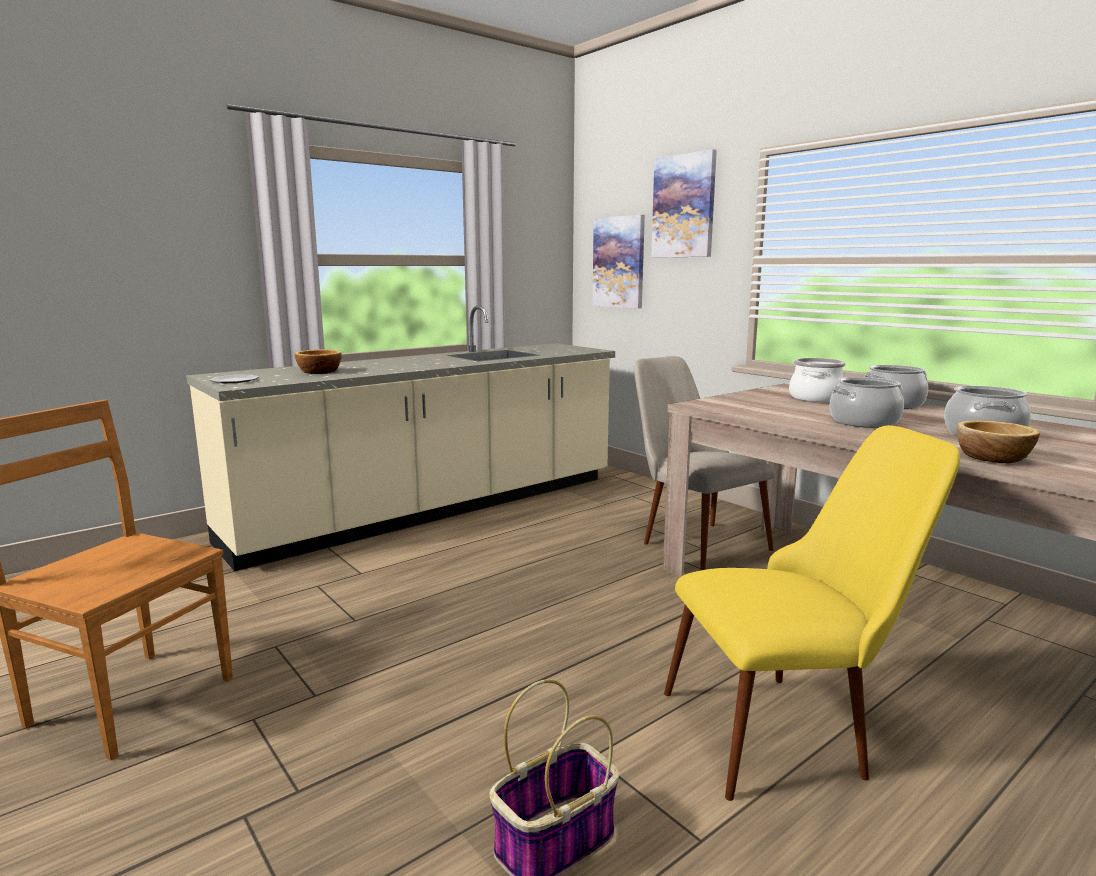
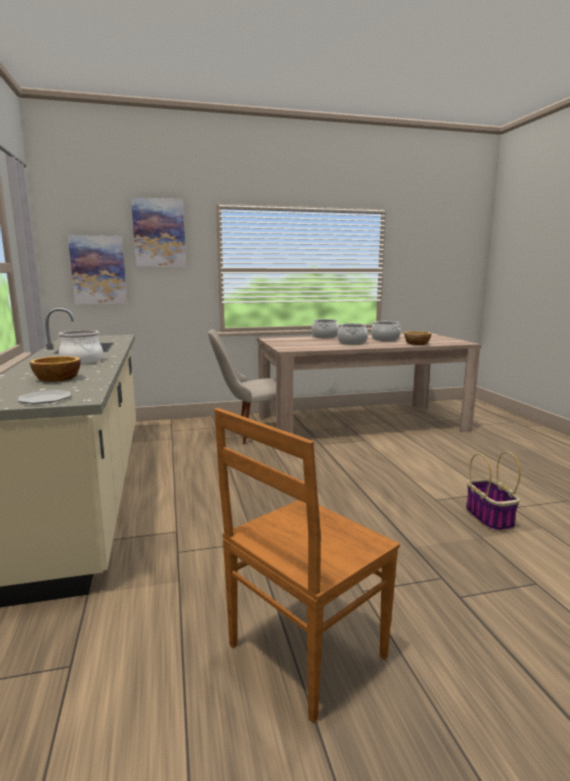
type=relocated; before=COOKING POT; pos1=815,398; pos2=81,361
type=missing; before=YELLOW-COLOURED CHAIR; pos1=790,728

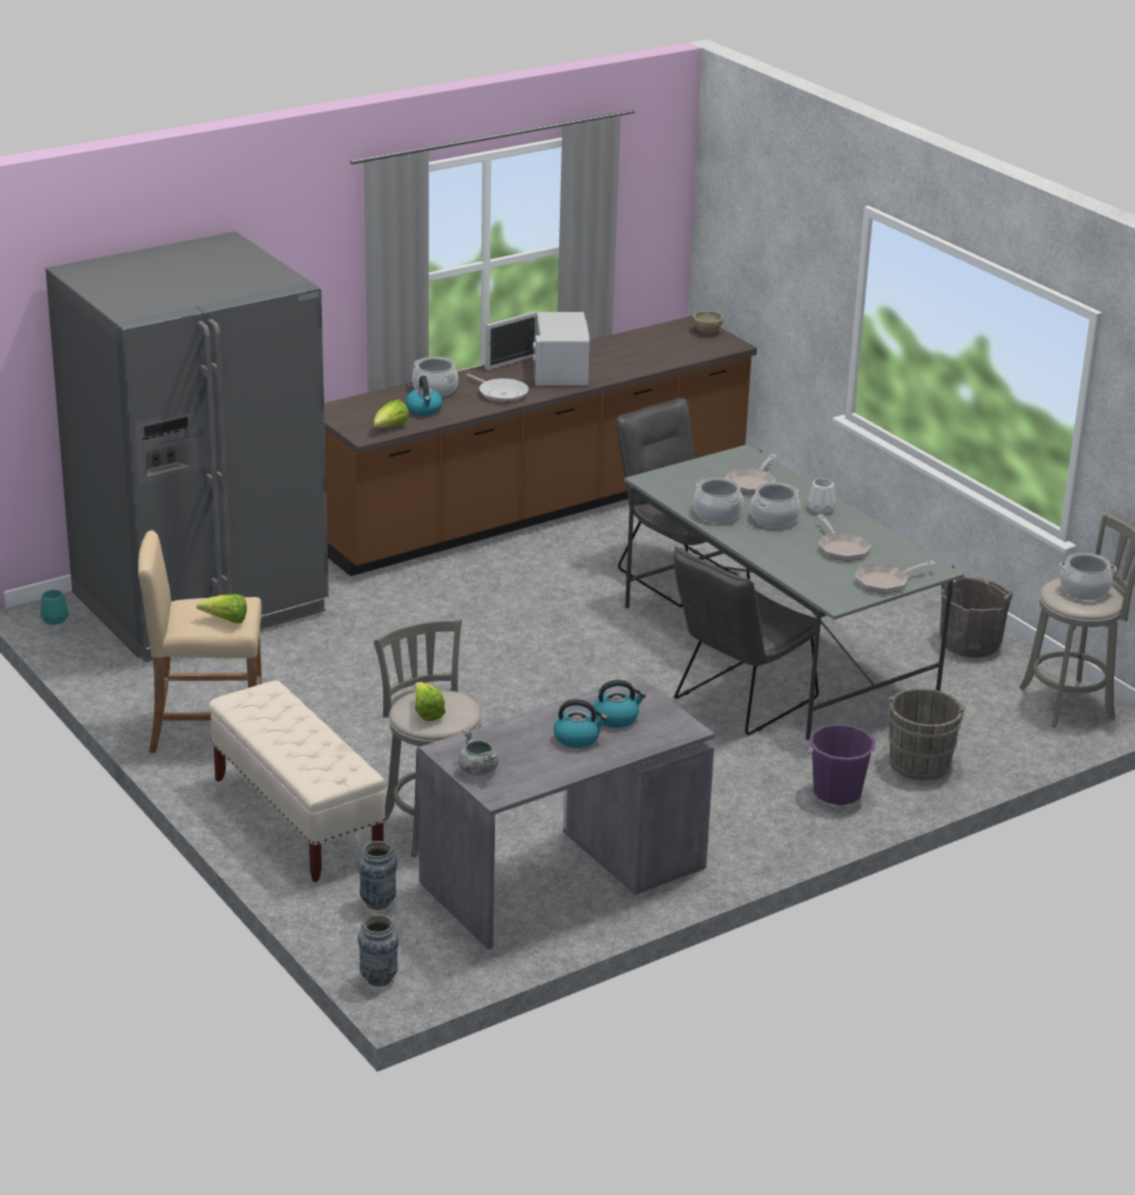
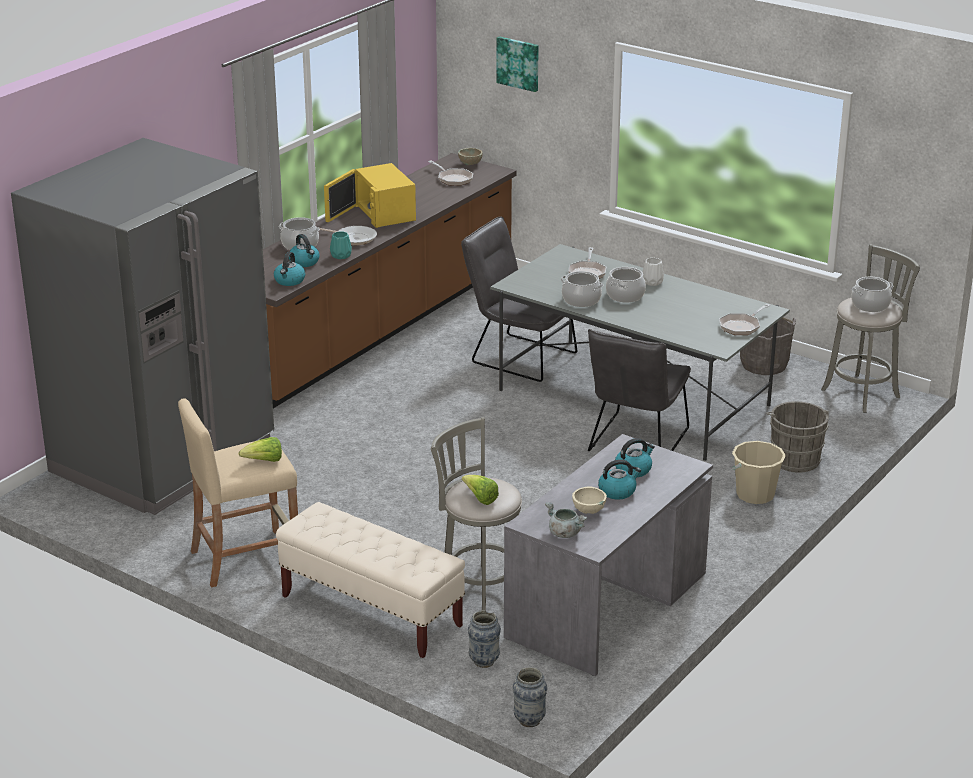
type=exchanged; before=LETTUCE HEAD; after=WATER KETTLE; pos1=390,427; pos2=289,281
type=colour; before=WHITE-COLOURED MICROWAVE OVEN; after=YELLOW-COLOURED MICROWAVE OVEN; pos1=555,370; pos2=381,213
type=relocated; before=TURQUOISE-COLOURED VASE; pos1=54,619; pos2=340,256
type=relocated; before=SKILLET; pos1=841,548; pos2=453,179
type=appeared; after=PICTURE; pos2=518,63
type=appeared; after=SAND-COLOURED DEEP DISH; pos2=588,511
type=colour; before=PURPLE-COLOURED WATER BUCKET; after=SAND-COLOURED WATER BUCKET; pos1=837,793; pos2=755,495

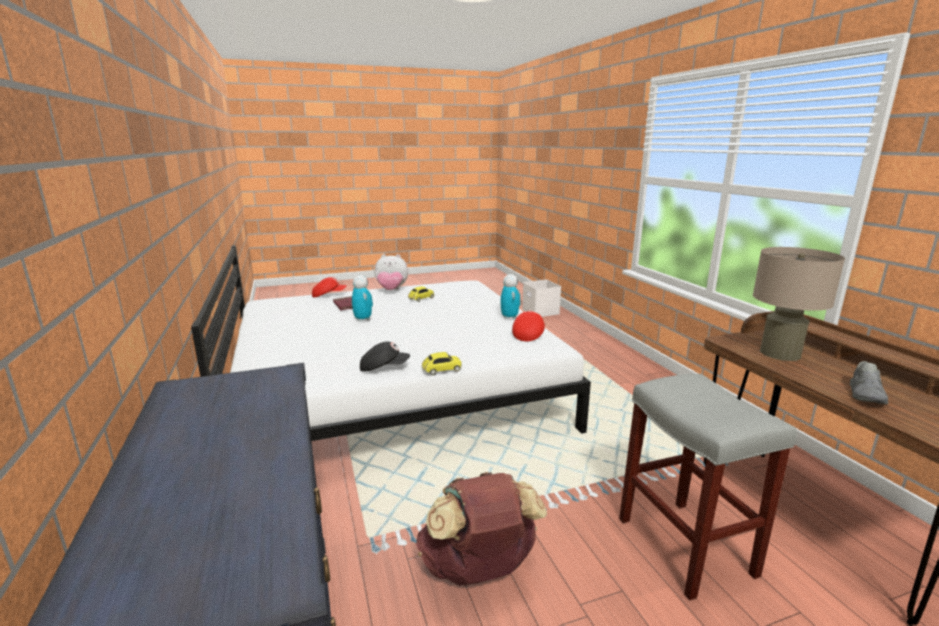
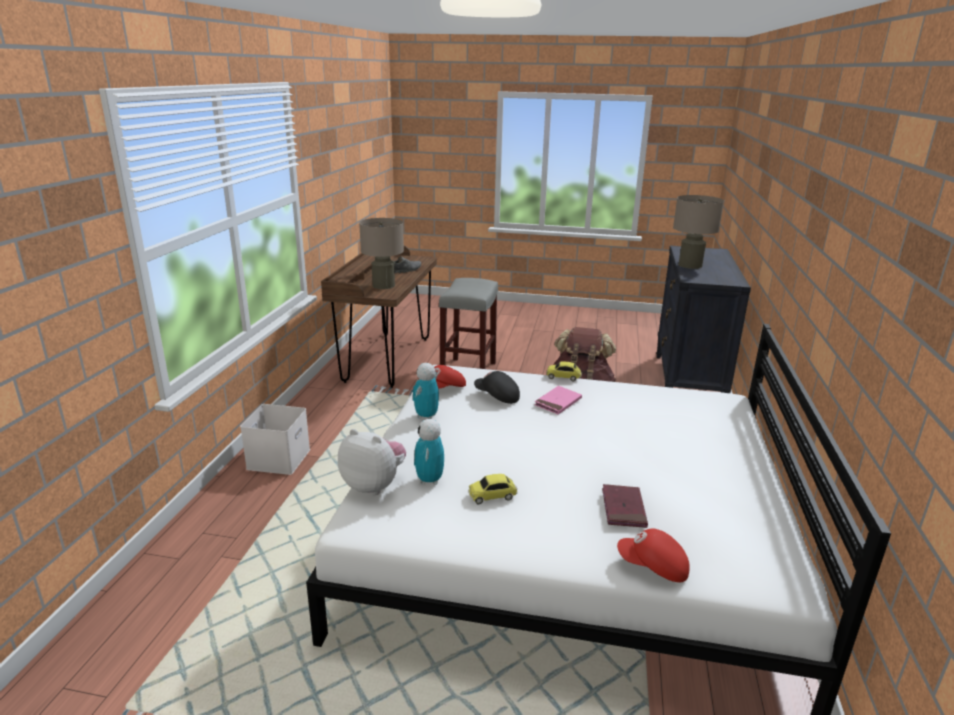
type=relocated; before=WHITE-COLOURED STORAGE BIN; pos1=541,311; pos2=278,458
type=relocated; before=SOFT TOY; pos1=391,290; pos2=374,485
type=relocated; before=MODEL ROBOT; pos1=363,319; pos2=429,480
type=relocated; before=BLACK-COLOURED PEAKED CAP; pos1=384,368; pos2=497,396
type=appeared; after=PINKISH VOLUME; pos2=558,402
type=appeared; after=SAND-COLOURED LAMP FOR A TABLE; pos2=690,265

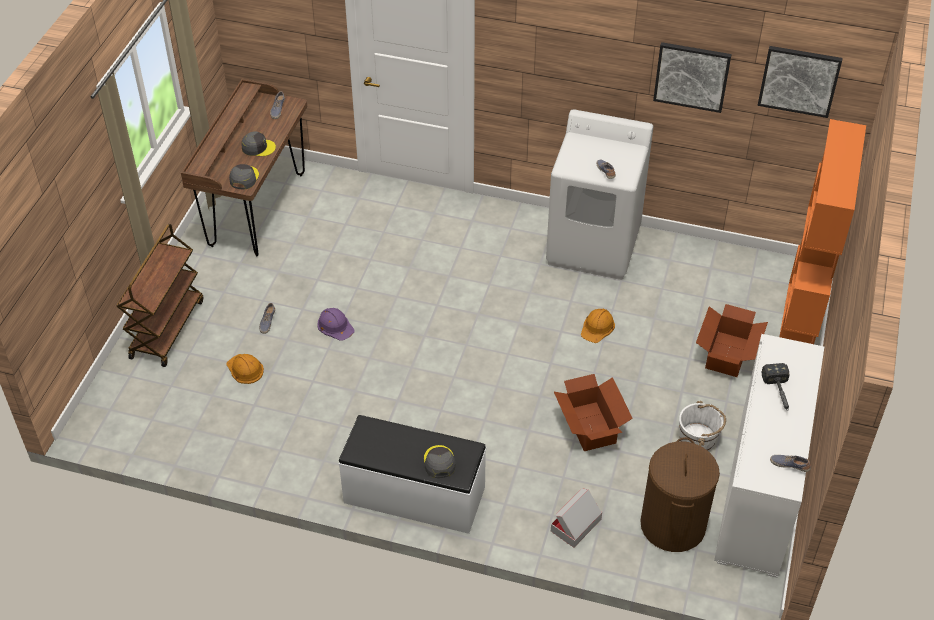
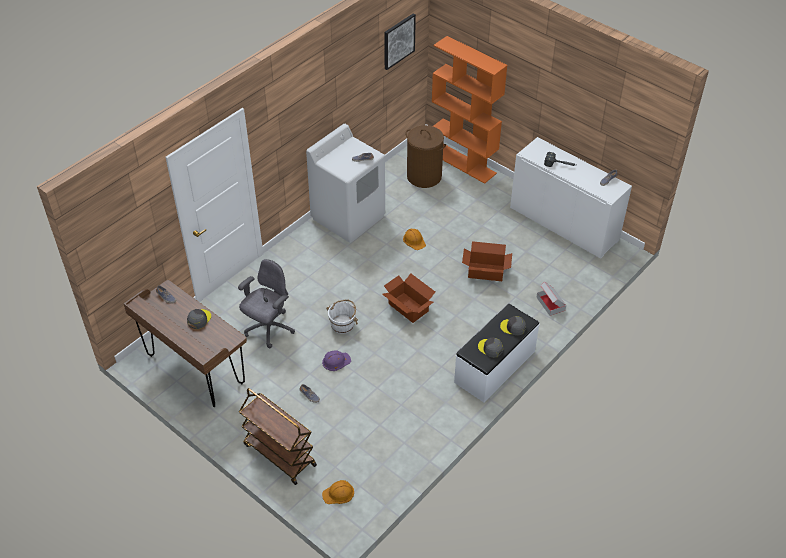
type=appeared; after=GRAY COMPUTER CHAIR; pos2=269,329
type=relocated; before=ORANGEY HARD HAT; pos1=245,369; pos2=338,493
type=relocated; before=WHITE-COLOURED WATER BUCKET; pos1=698,439; pos2=343,324
type=relocated; before=CARDBOARD BOX; pos1=726,354; pos2=408,308
type=relocated; before=BROWN-COLOURED LAUNDRY BASKET; pos1=673,525; pos2=424,176
type=relocated; before=GRAY PEAKED CAP; pos1=244,178; pos2=490,348
type=missing; before=PICTURE; pos1=691,76

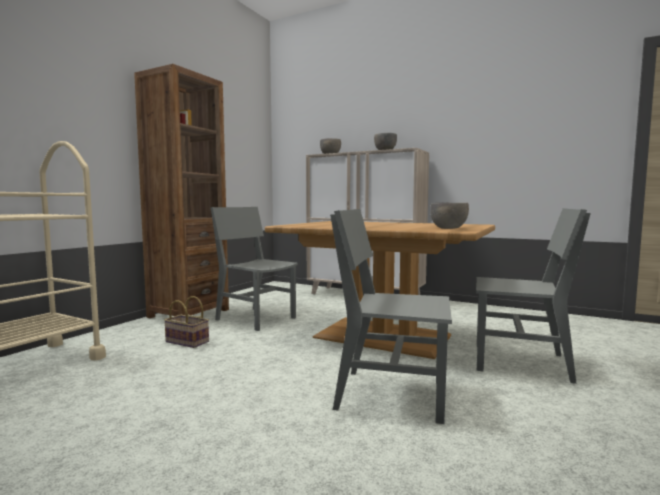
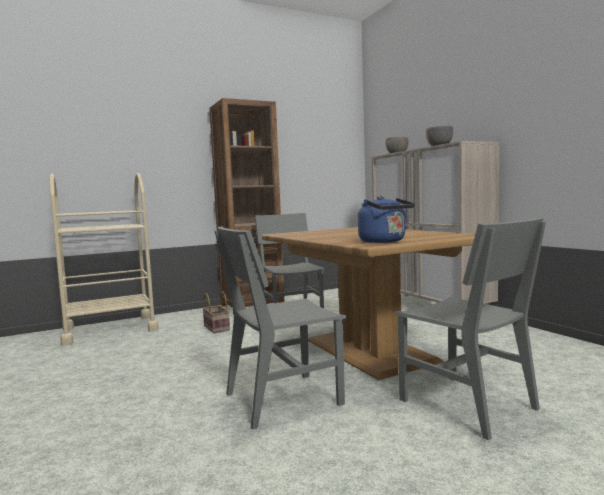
type=spun; before=GRAY CHAIR; pos1=391,394; pos2=283,399; turn=-75
type=exchanged; before=GRAY DEEP DISH; after=BLUE WATER KETTLE; pos1=448,228; pos2=384,241

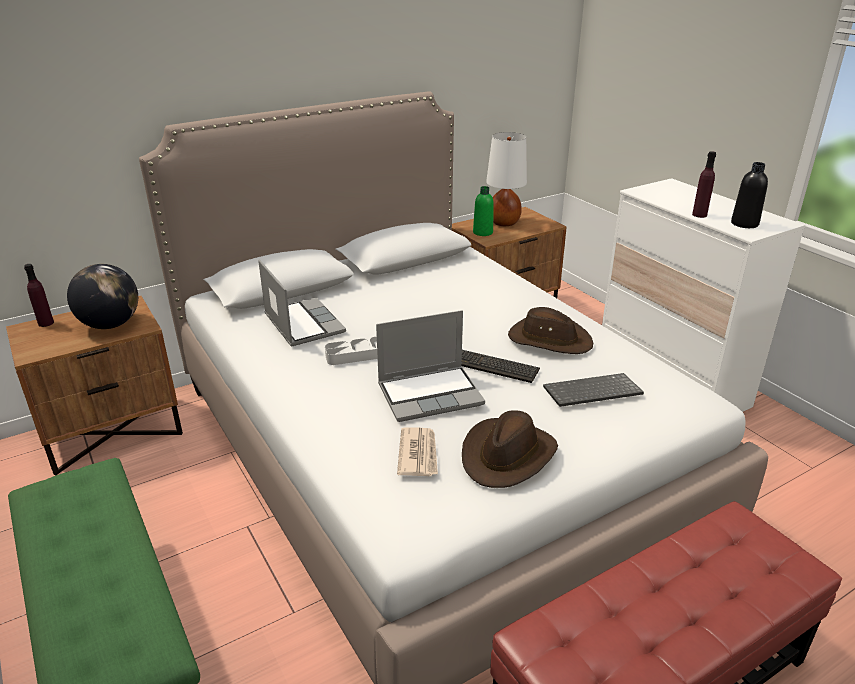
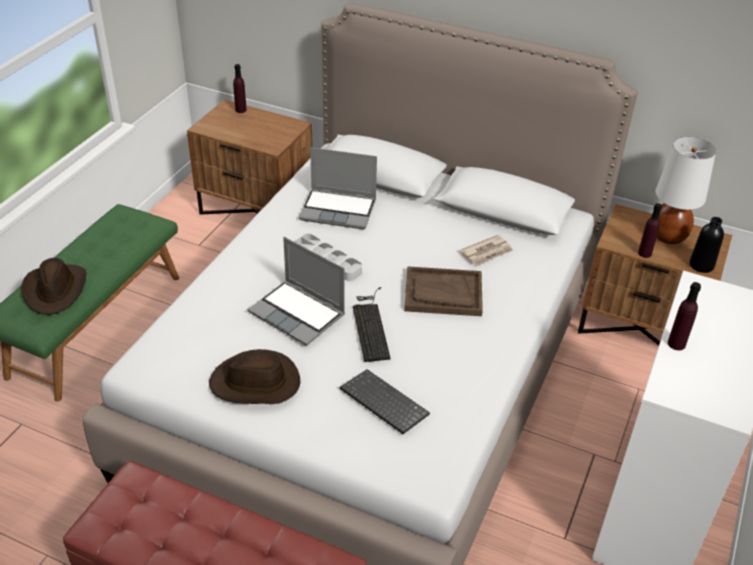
type=relocated; before=BROWN-COLOURED CLOTHING HAT; pos1=549,340; pos2=56,290
type=spun; before=PORTABLE COMPUTER; pos1=302,324; pos2=339,210; turn=75
type=appeared; after=BROWN-COLOURED TRAY; pos2=443,293
type=relocated; before=DAILY PAPER; pos1=418,454; pos2=487,252
type=appeared; after=PURPLE-COLOURED BOTTLE; pos2=644,253
type=relocated; before=BLACK-COLOURED BOTTLE; pos1=744,224; pos2=701,265
type=missing; before=GLOBE; pos1=110,325
type=missing; before=GREEN BOTTLE; pos1=482,232

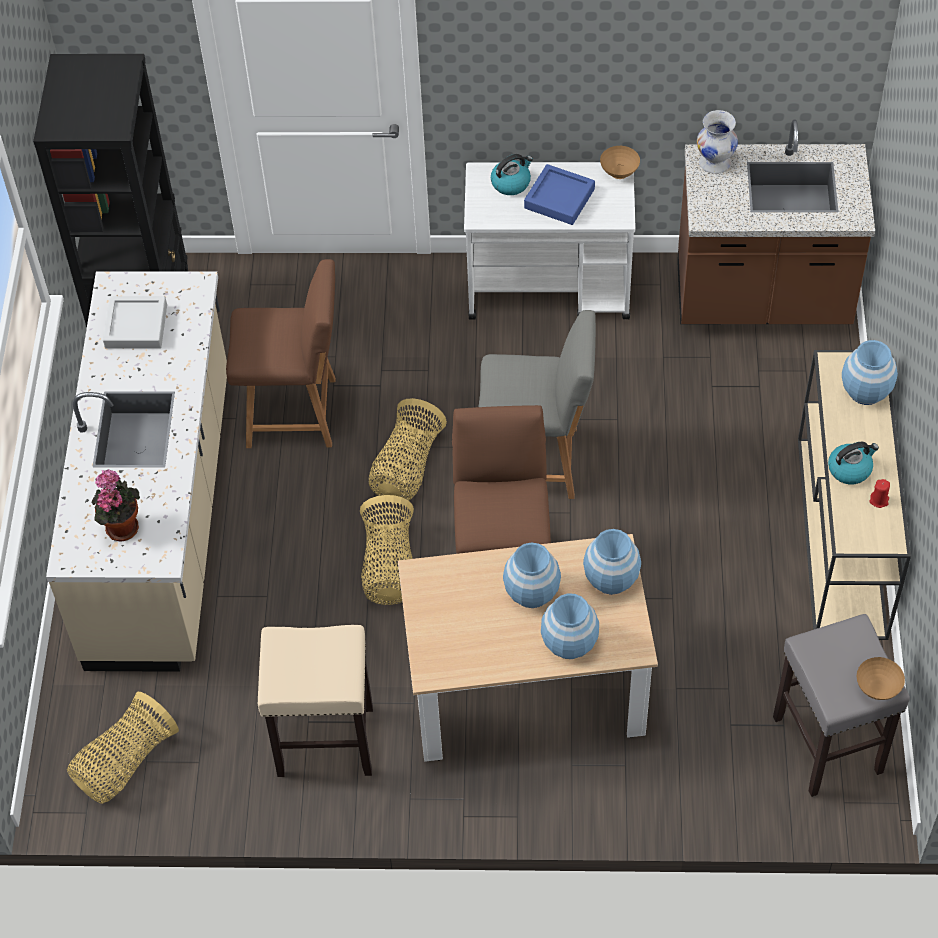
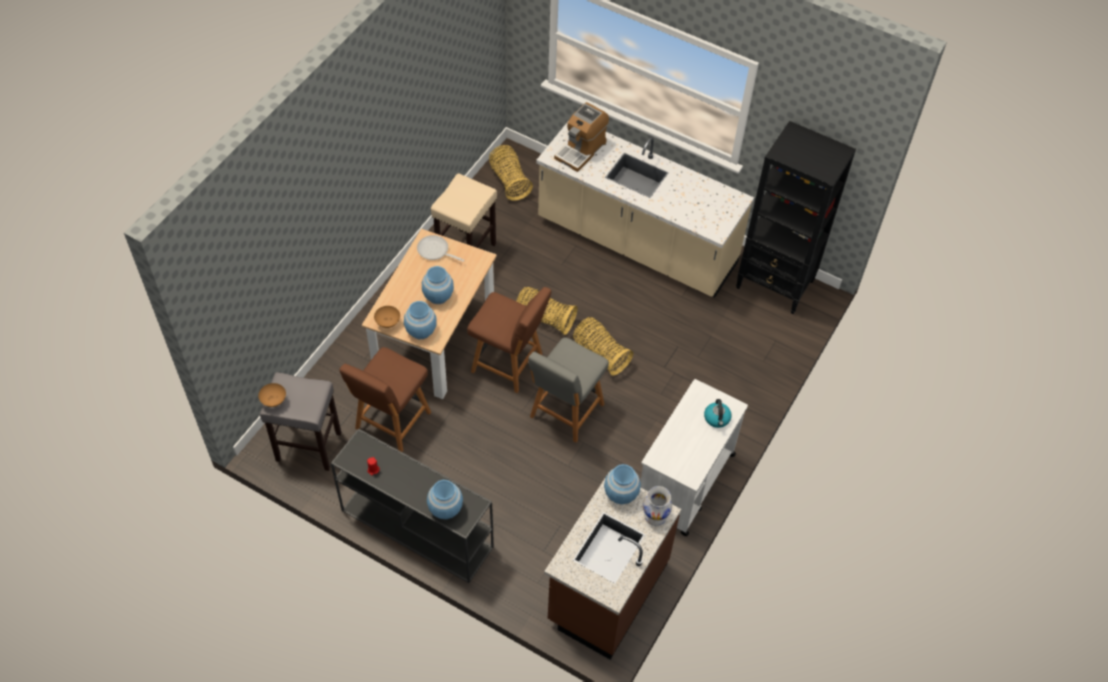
type=colour; before=SAND-COLOURED CONSOLE TABLE; after=BLACK-COLOURED CONSOLE TABLE; pos1=842,538; pos2=415,528
type=relocated; before=BROWN-COLOURED CHAIR; pos1=296,412; pos2=391,422
type=relocated; before=BROWN-COLOURED DEEP DISH; pos1=619,173; pos2=387,323
type=appeared; after=SKILLET; pos2=435,251
type=exchanged; before=POTTED PLANT; after=COFFEE BREWER; pos1=121,526; pos2=581,150
type=relocated; before=BLUE VASE; pos1=569,643; pos2=621,494
type=missing; before=GRAY TRAY; pos1=136,326
type=missing; before=BLUE TRAY; pos1=559,198
type=missing; before=WATER KETTLE; pos1=850,469

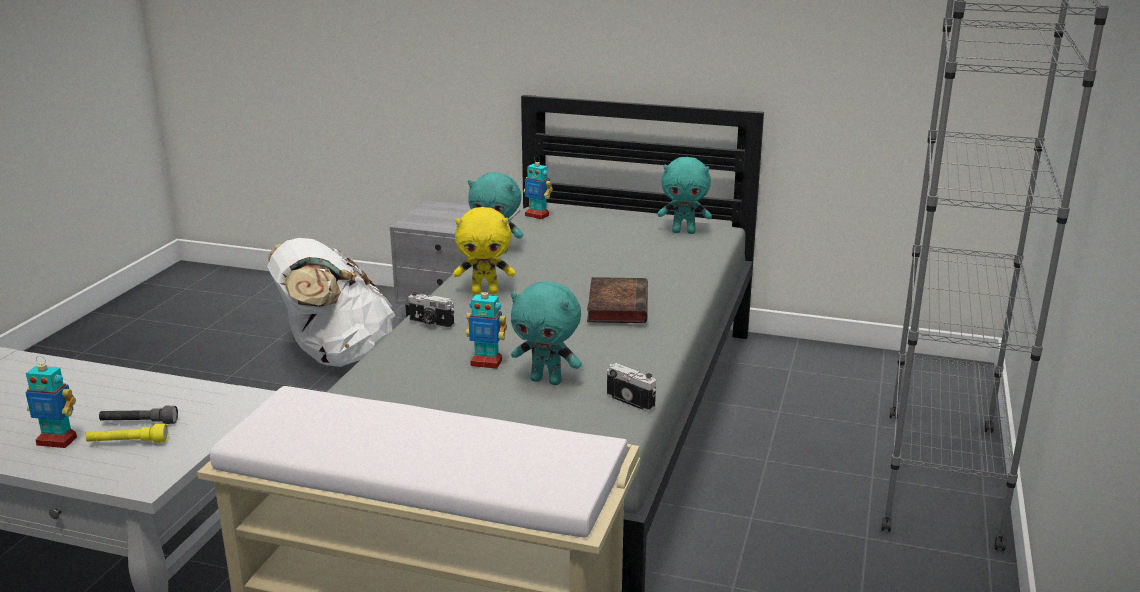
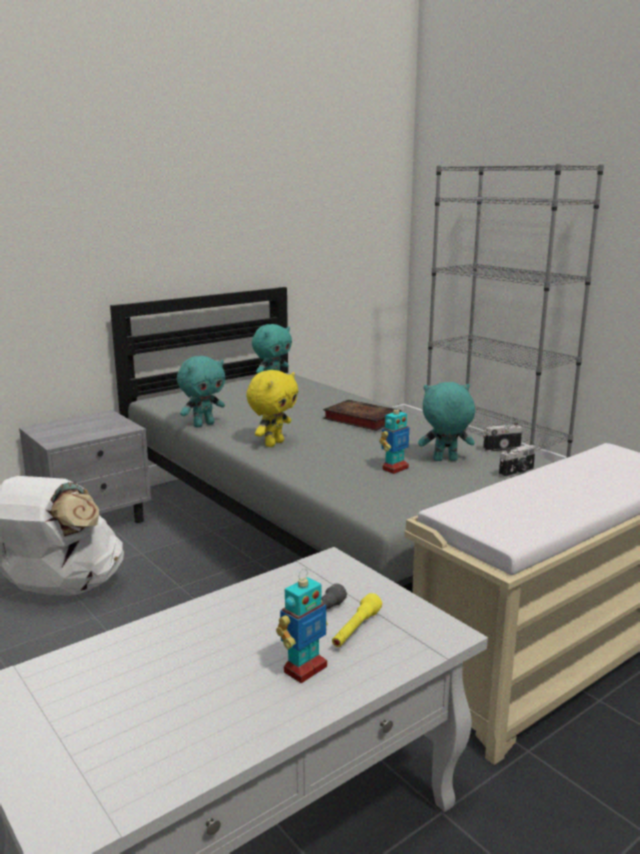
type=spun; before=TURQUOISE-COLOURED SOFT TOY; pos1=547,380; pos2=445,460; turn=-150
type=relocated; before=STILL CAMERA; pos1=431,324; pos2=517,473
type=missing; before=MODEL ROBOT; pos1=537,215

